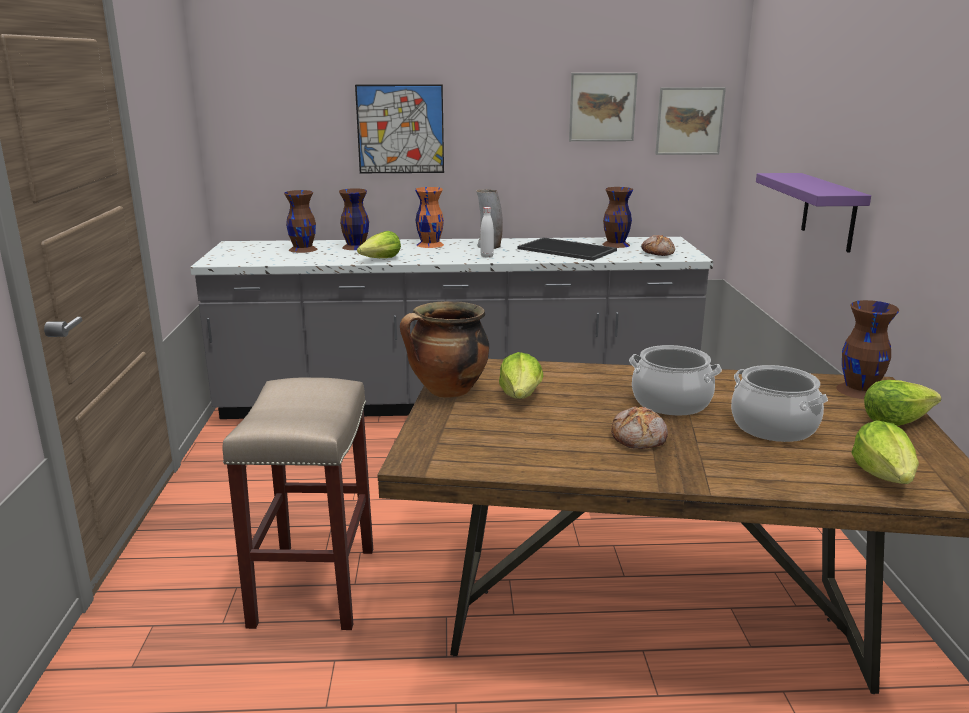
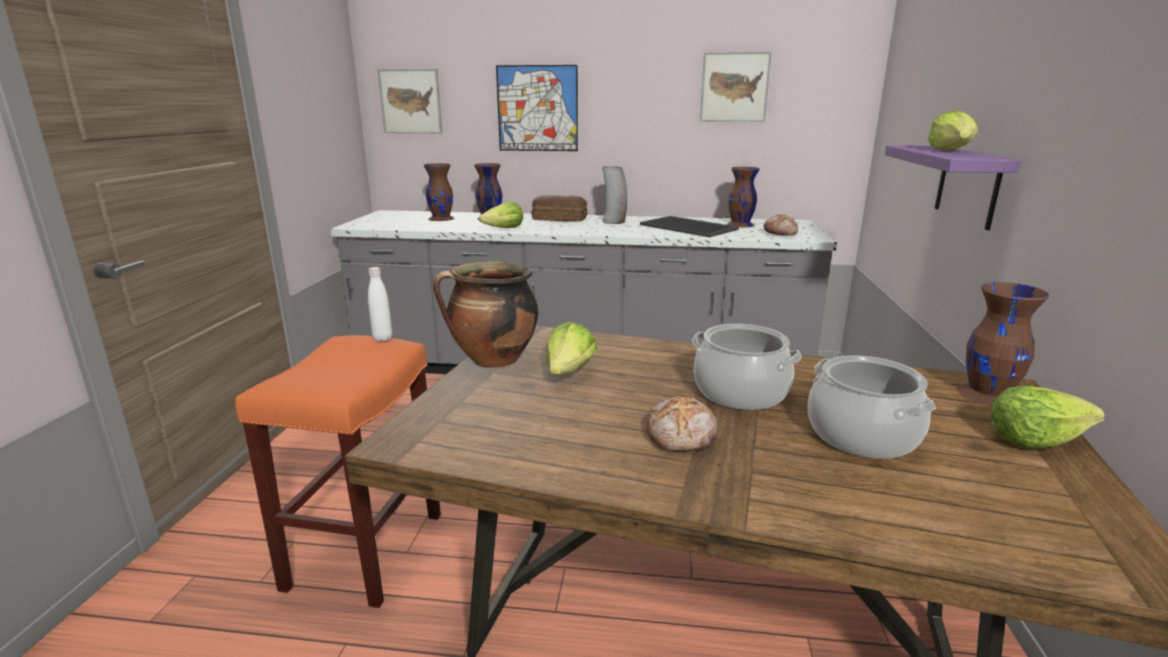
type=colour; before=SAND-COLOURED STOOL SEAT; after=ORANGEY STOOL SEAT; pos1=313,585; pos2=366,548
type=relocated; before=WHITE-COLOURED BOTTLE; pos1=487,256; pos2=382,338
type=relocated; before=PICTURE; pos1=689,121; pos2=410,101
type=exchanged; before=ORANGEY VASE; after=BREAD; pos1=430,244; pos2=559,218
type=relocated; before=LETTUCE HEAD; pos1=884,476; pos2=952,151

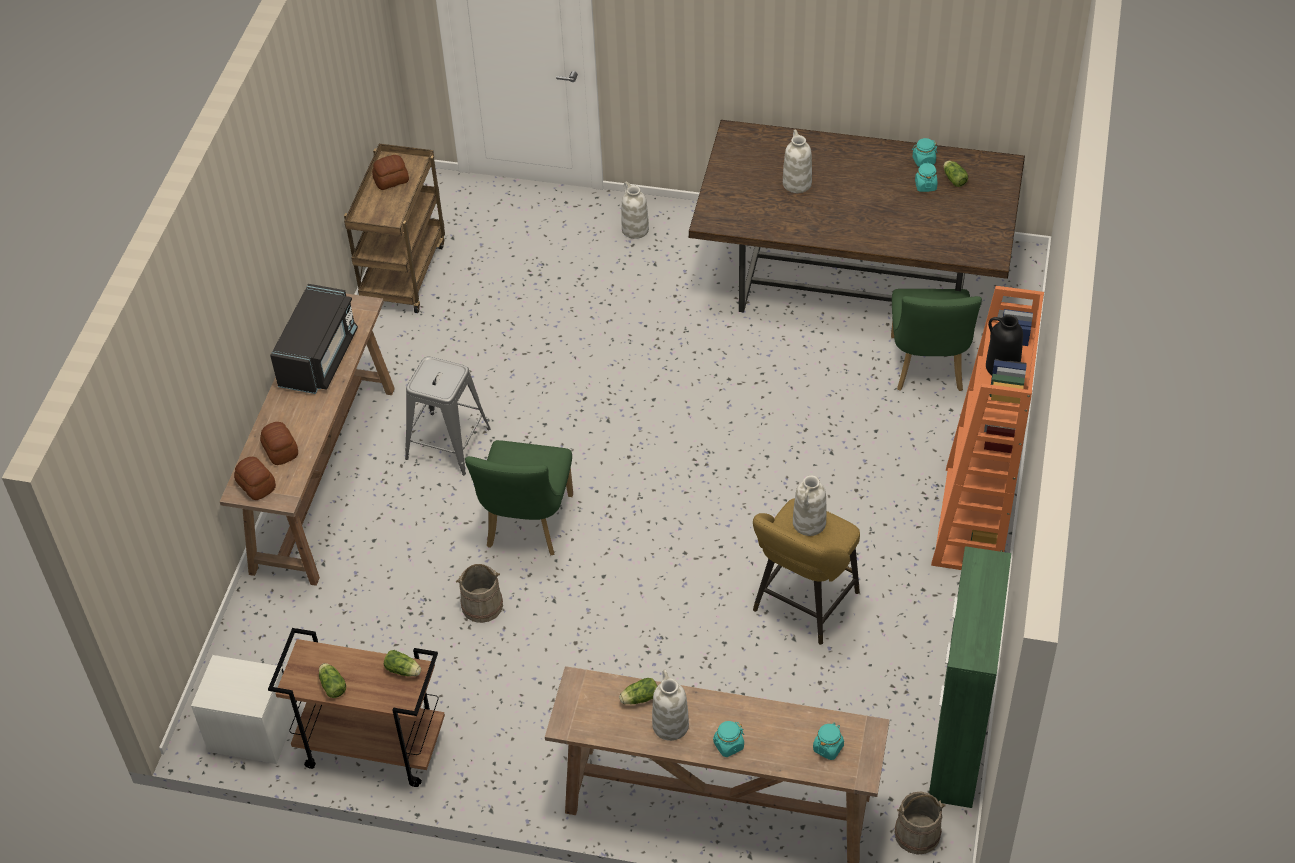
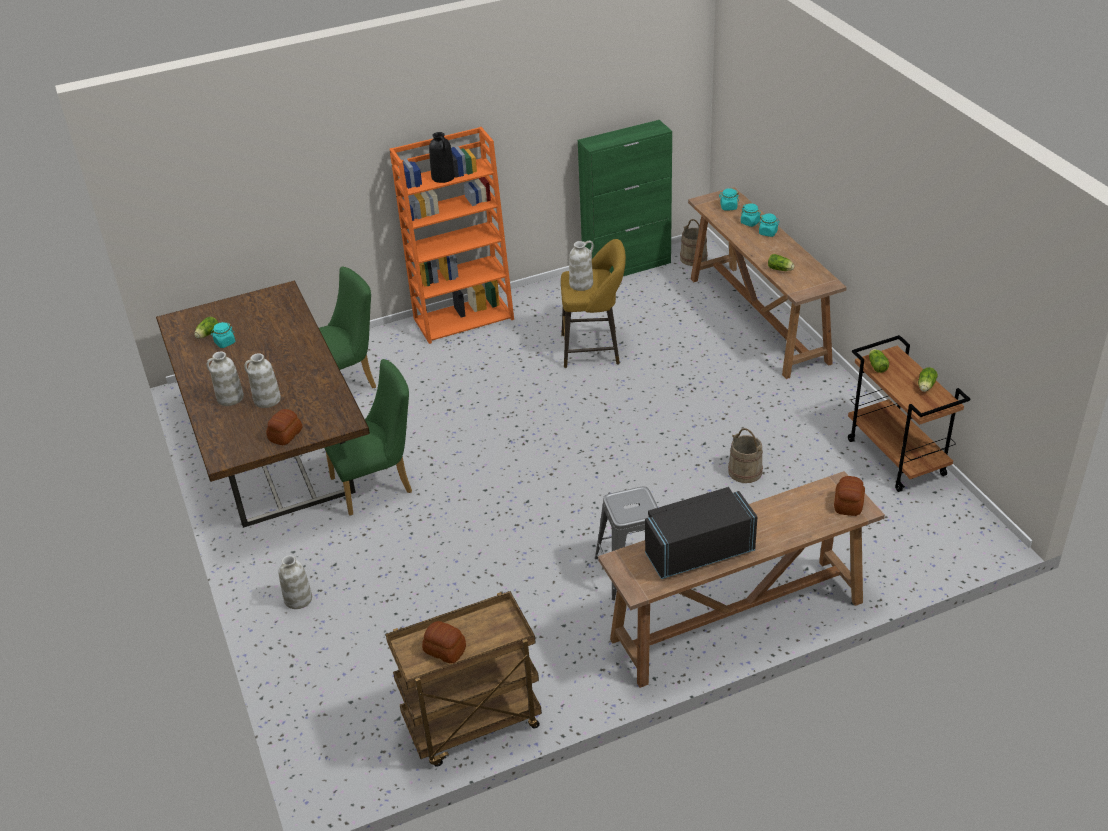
type=relocated; before=WHITE-COLOURED VASE; pos1=670,725; pos2=230,398
type=relocated; before=BREAD; pos1=281,450; pos2=285,435
type=relocated; before=GREEN CHAIR; pos1=526,527; pos2=378,484
type=relocated; before=TURQUOISE-COLOURED JAR; pos1=923,161; pos2=750,222
type=missing; before=WHITE-COLOURED NIGHTSTAND; pos1=252,733

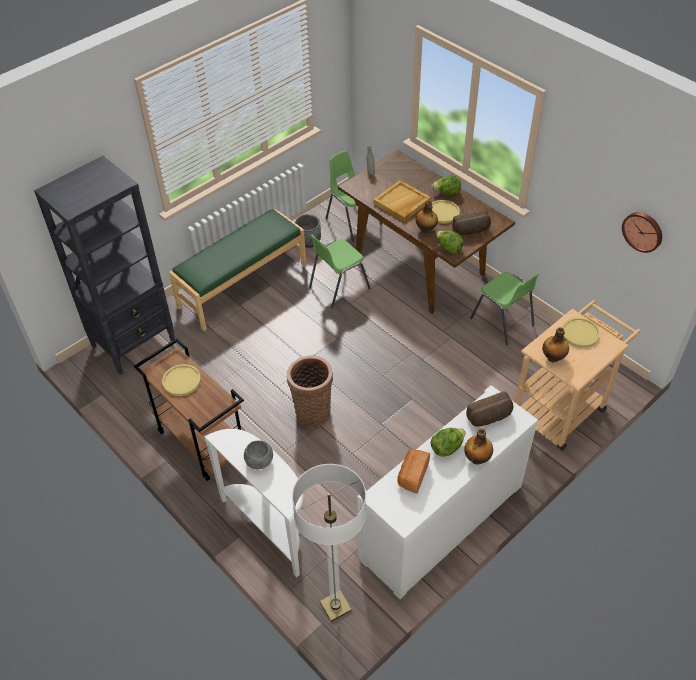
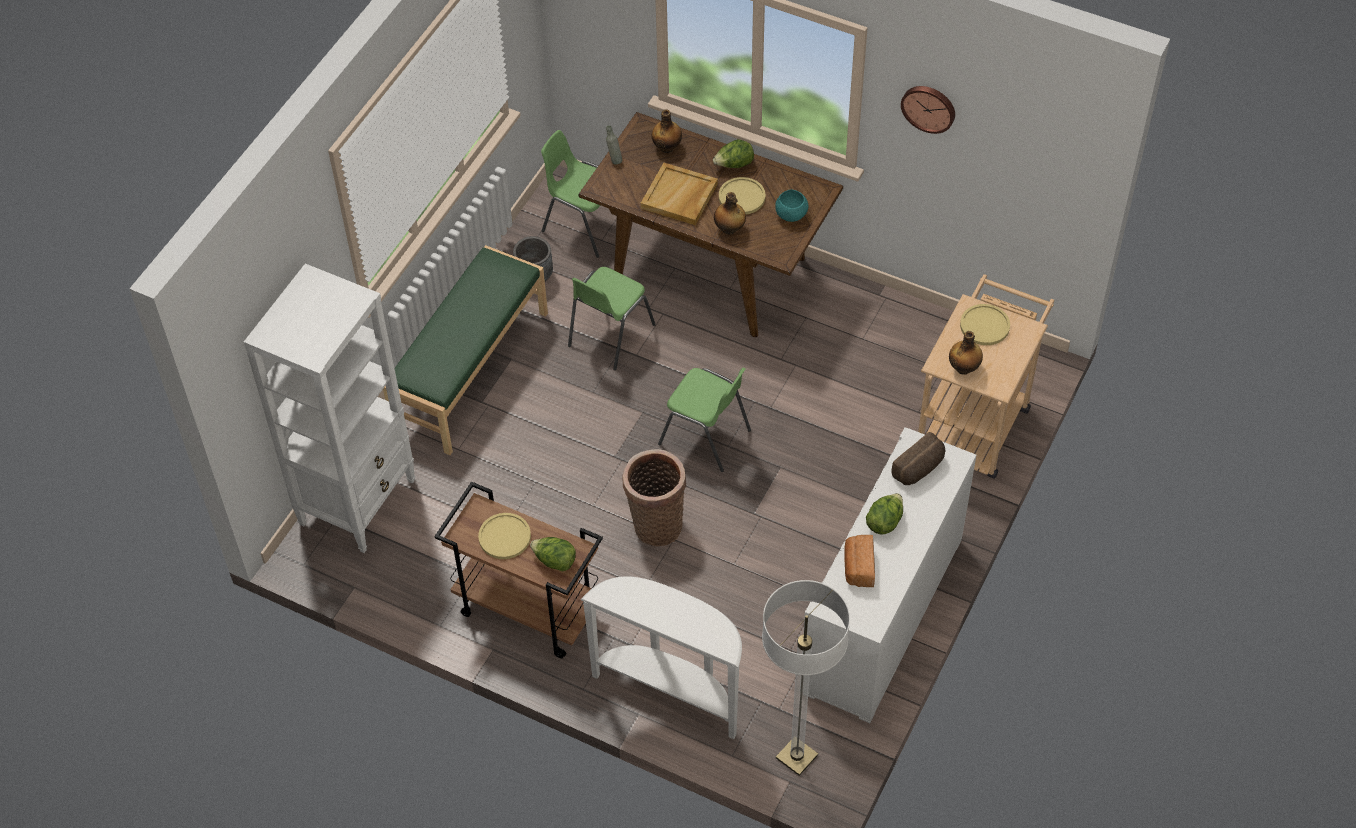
type=colour; before=BLACK-COLOURED BOOKSHELF; after=WHITE-COLOURED BOOKSHELF; pos1=134,342; pos2=358,501
type=relocated; before=LETTUCE HEAD; pos1=448,248; pos2=554,561
type=relocated; before=BOTTLE; pos1=477,458; pos2=667,147
type=relocated; before=GREEN CHAIR; pos1=502,322; pos2=705,437
type=exchanged; before=BREAD; after=TURQUOISE-COLOURED DEEP DISH; pos1=471,230; pos2=790,215
type=relocated; before=WALL CLOCK; pos1=643,231; pos2=929,107
type=missing; before=GRAY DEEP DISH; pos1=259,461

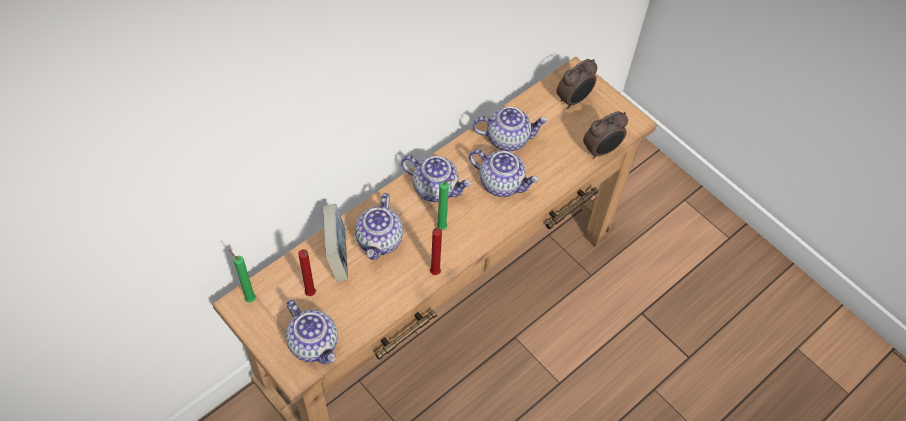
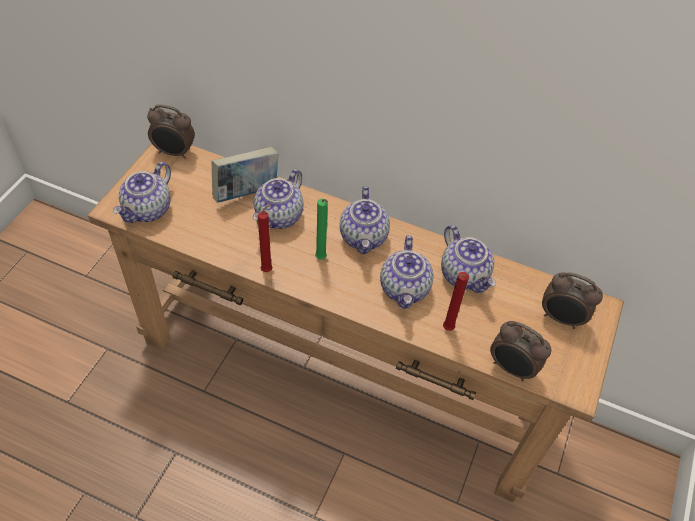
type=exchanged; before=GREEN WAX CANDLE; after=TABLE CLOCK; pos1=249,298; pos2=174,153
type=spun; before=POT FOR TEA; pos1=380,240; pos2=279,217; turn=-45
type=relocated; before=REDDISH WAX CANDLE; pos1=311,295; pos2=446,329

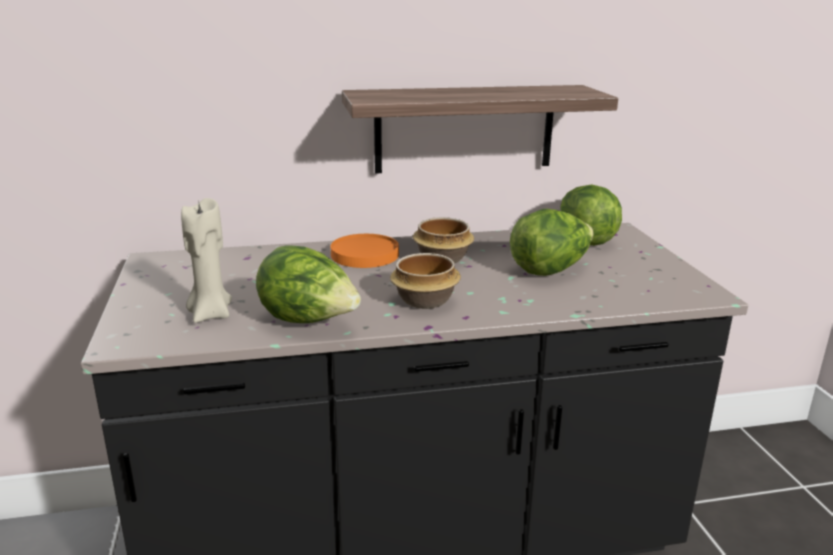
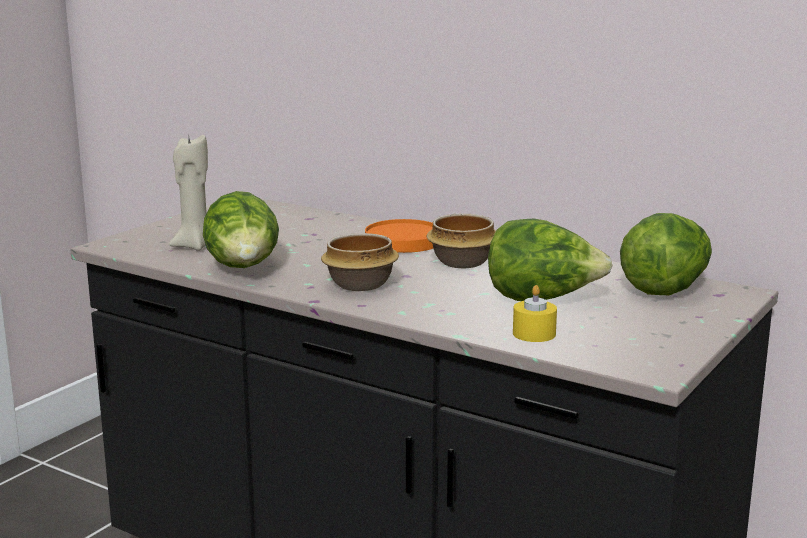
type=appeared; after=YELLOW-COLOURED WAX CANDLE; pos2=534,334
type=missing; before=SHELF; pos1=464,129

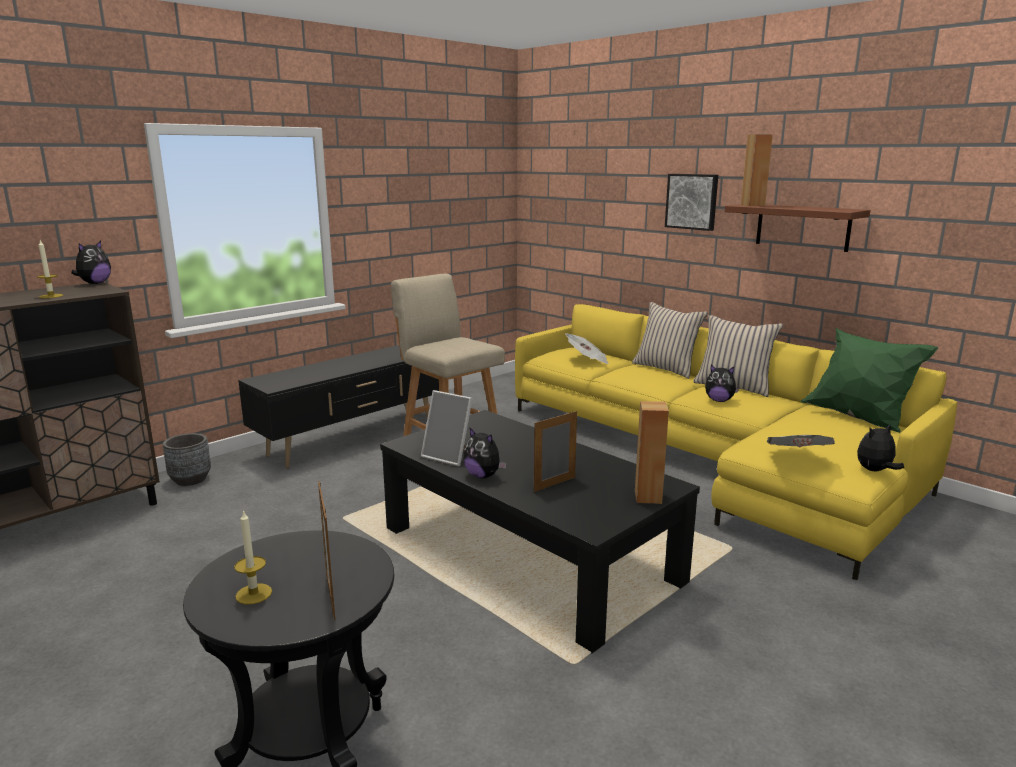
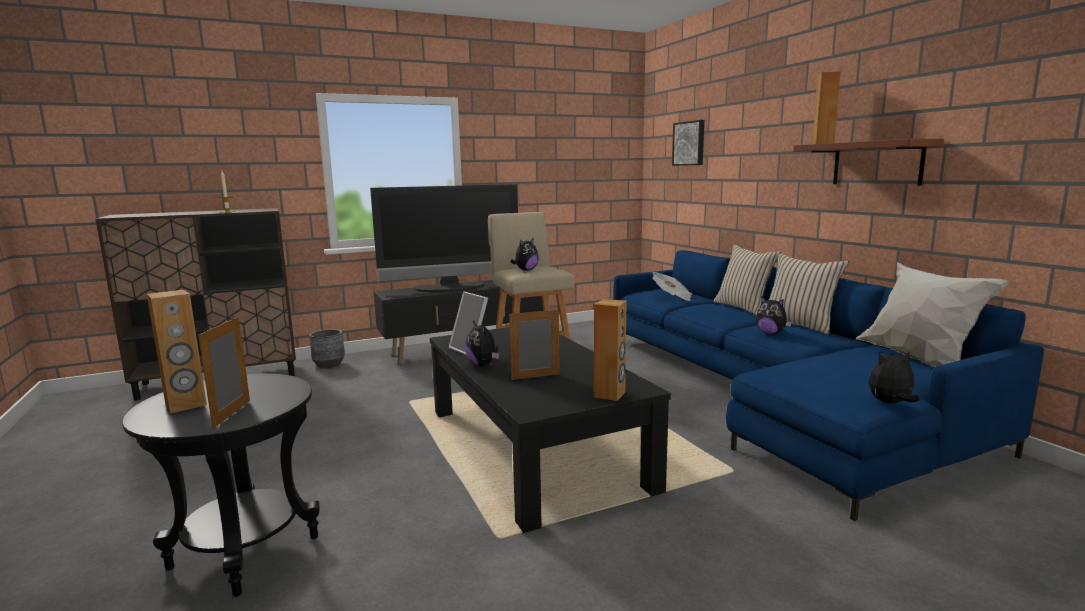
type=exchanged; before=WAX CANDLE; after=BROWN-COLOURED AUDIO SPEAKER; pos1=253,594; pos2=186,405
type=appeared; after=TV SET; pos2=450,288
type=relocated; before=SOFT TOY; pos1=95,283; pos2=526,270
type=colour; before=YELLOW-COLOURED SOFA; after=BLUE SOFA; pos1=709,459; pos2=770,395
type=relocated; before=PICTURE; pos1=692,201; pos2=689,143
type=colour; before=GREEN CUSHION; after=WHITE-COLOURED CUSHION; pos1=858,419; pos2=918,360
type=missing; before=DAILY PAPER; pos1=797,458

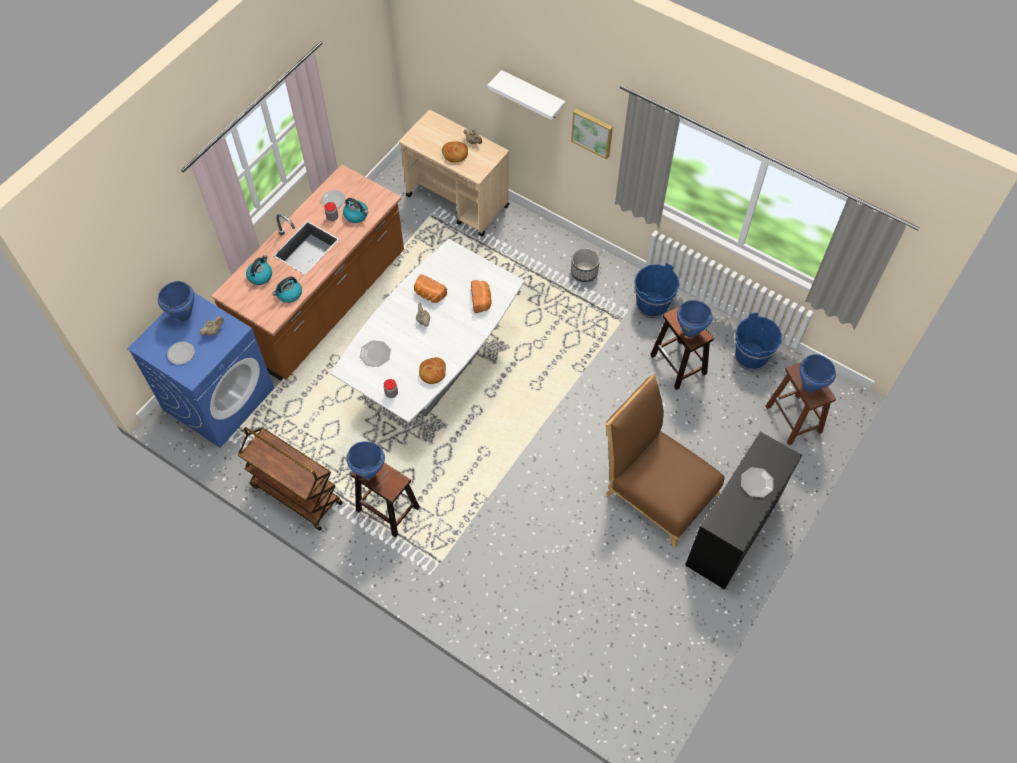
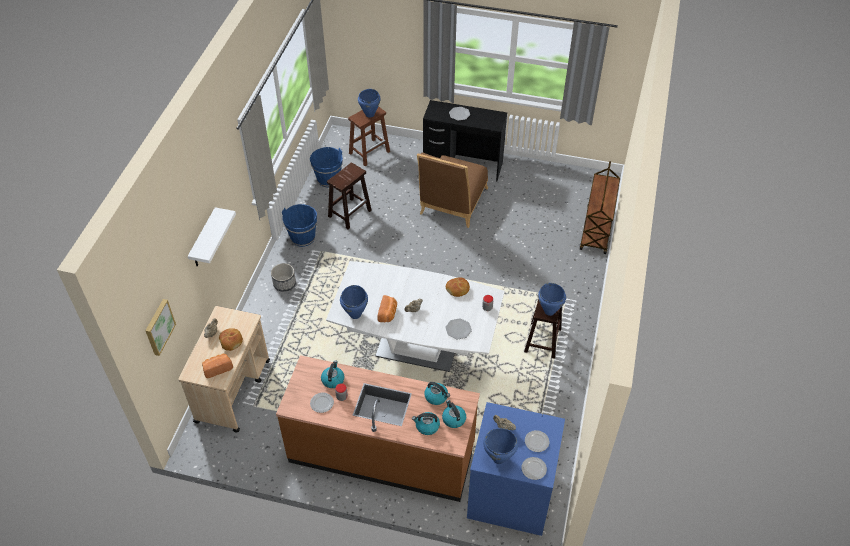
type=relocated; before=PICTURE; pos1=592,132; pos2=158,327
type=relocated; before=BREAD; pos1=481,301; pos2=217,368
type=relocated; before=BLUE COOKING POT; pos1=690,332; pos2=355,314
type=appeared; after=WATER KETTLE; pos2=453,419
type=appeared; after=FLAT DISH; pos2=534,469
type=relocated; before=BROWN-COLOURED TROLLEY; pos1=296,494; pos2=596,231

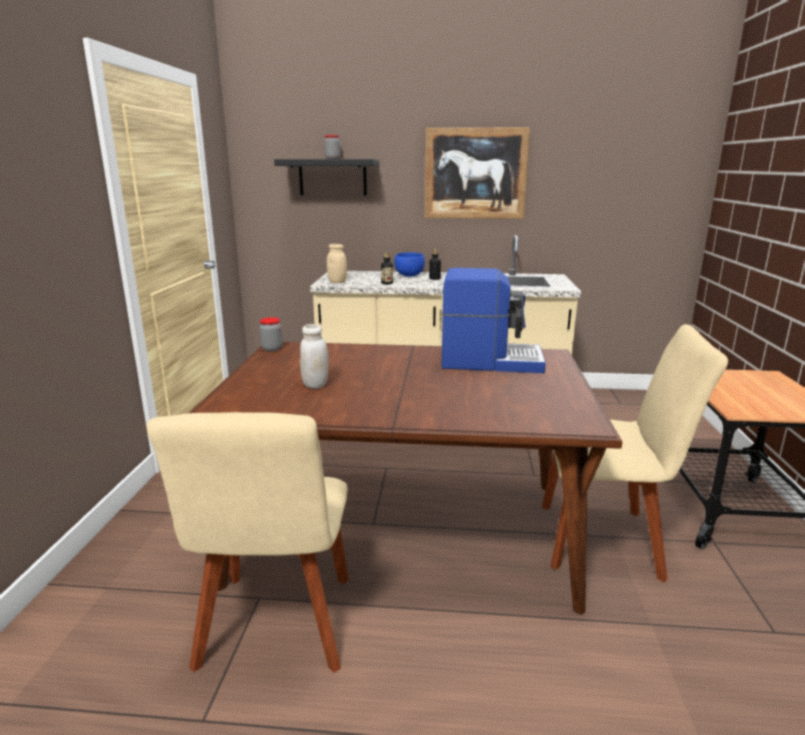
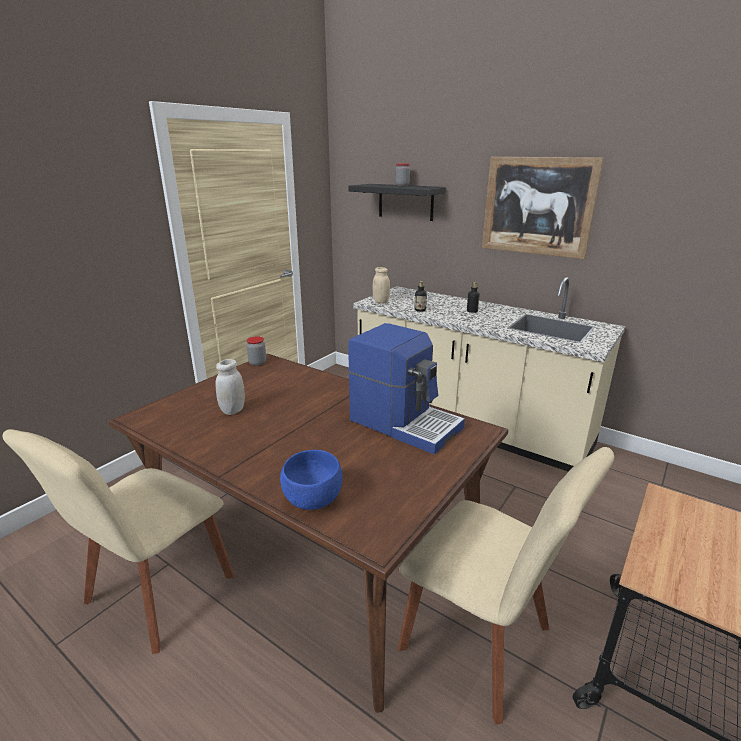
type=relocated; before=BLUE DEEP DISH; pos1=409,275; pos2=312,500

